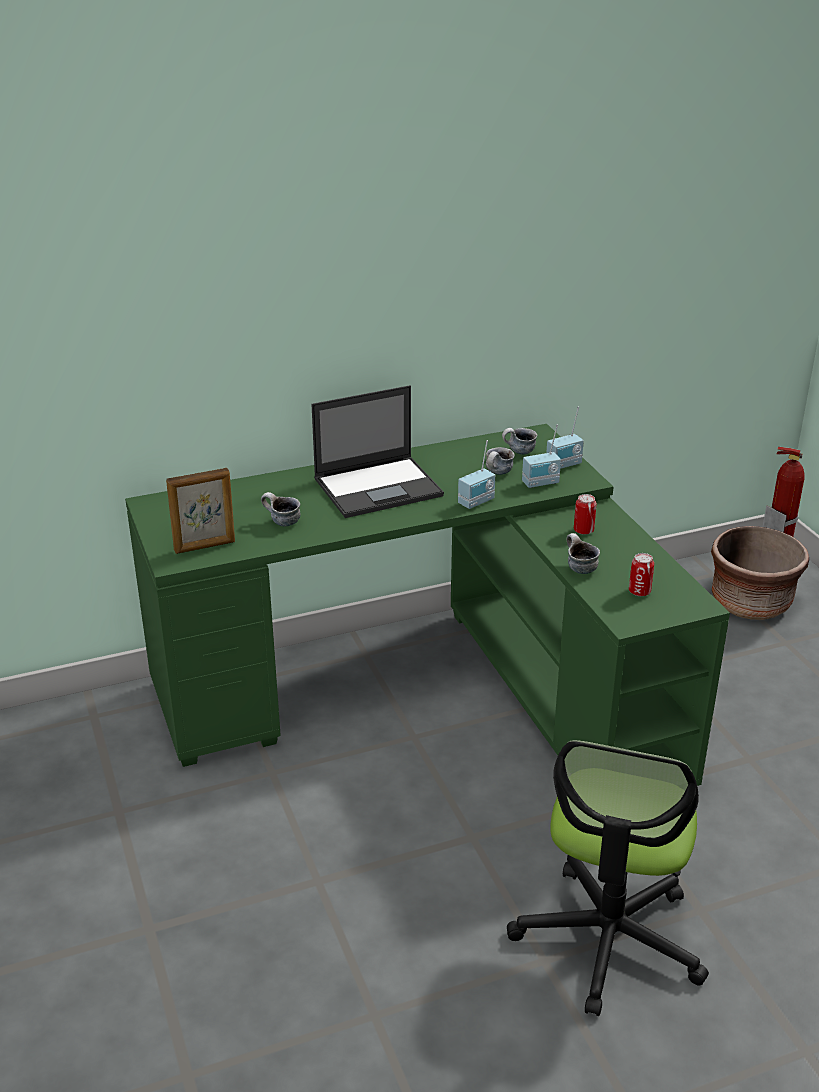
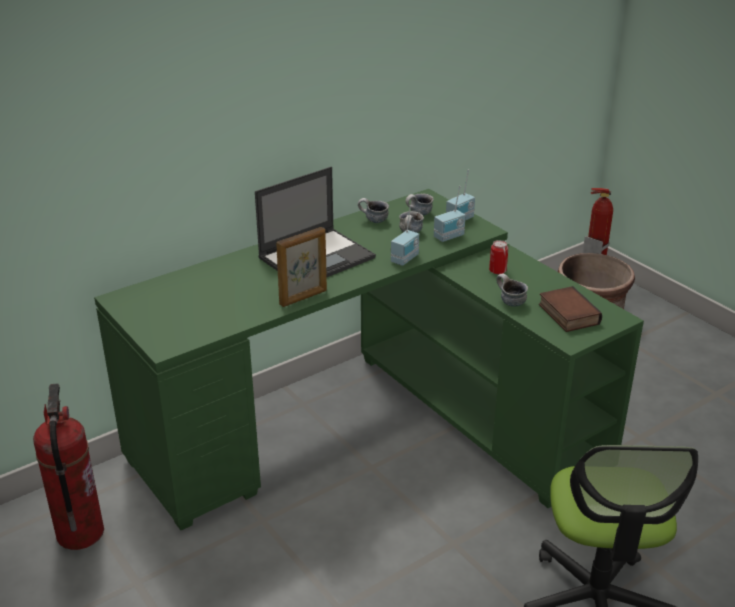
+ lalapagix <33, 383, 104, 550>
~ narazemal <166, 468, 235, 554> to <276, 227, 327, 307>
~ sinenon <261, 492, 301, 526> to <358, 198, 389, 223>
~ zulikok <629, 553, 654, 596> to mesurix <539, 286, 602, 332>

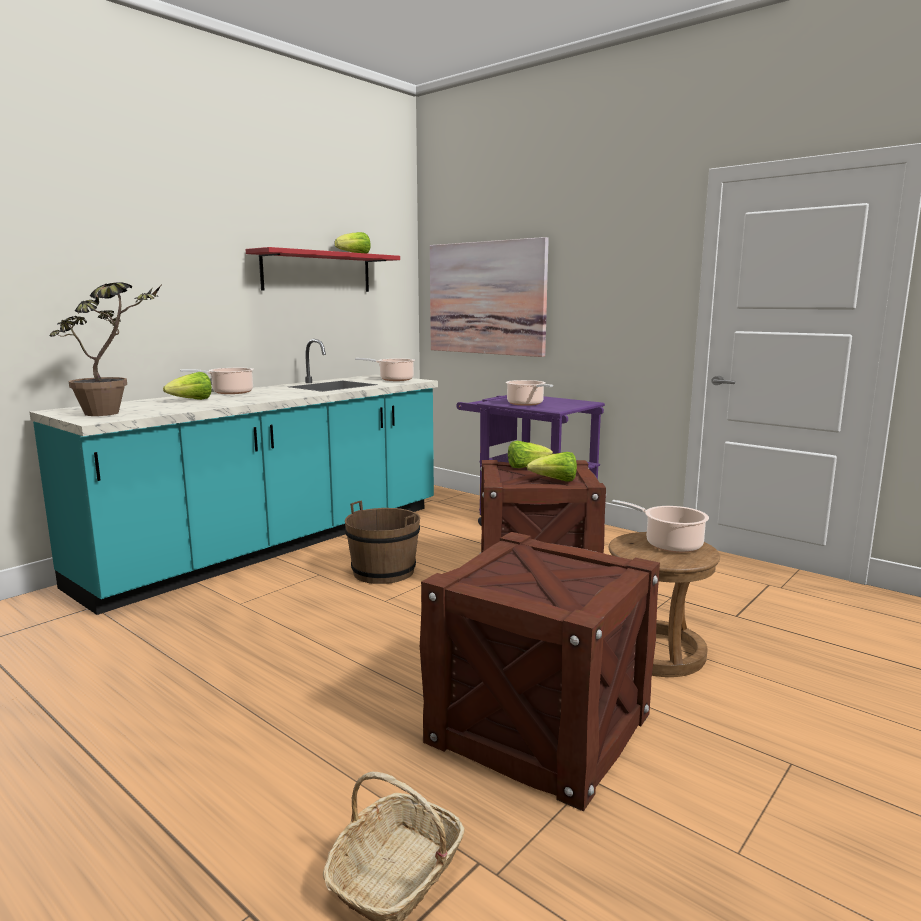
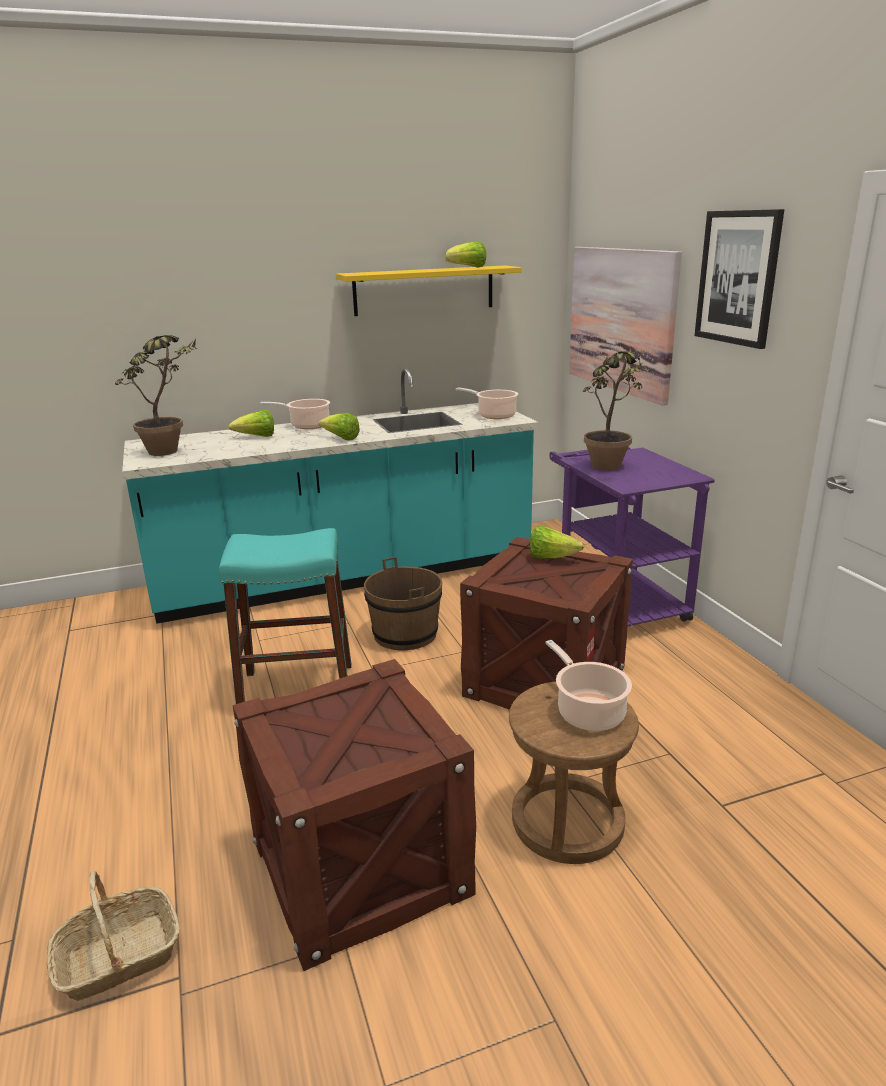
+ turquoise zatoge <219, 528, 351, 704>
+ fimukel <694, 209, 784, 349>
~ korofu <527, 452, 577, 482> to <318, 413, 360, 440>
~ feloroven <505, 380, 553, 406> to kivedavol <582, 351, 645, 471>
~ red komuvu <246, 247, 400, 292> to yellow komuvu <336, 265, 522, 316>

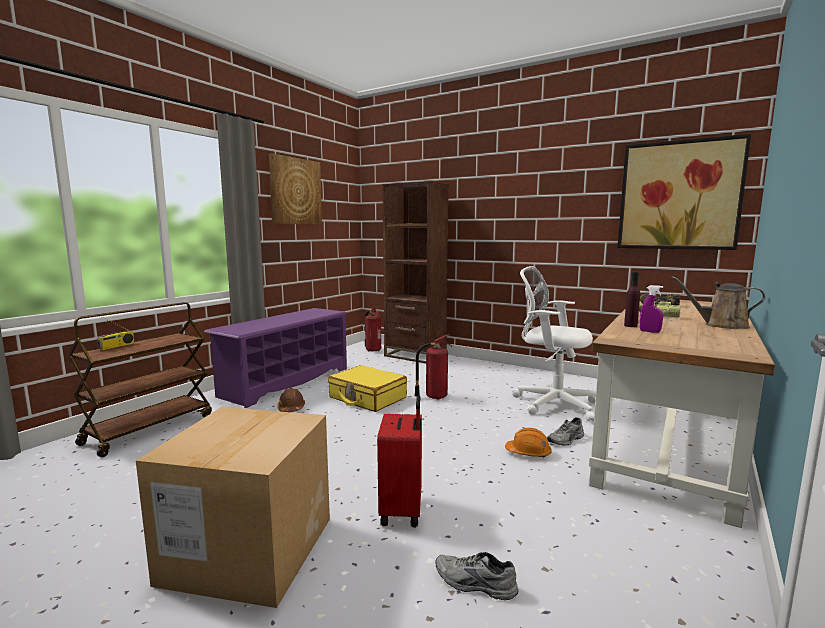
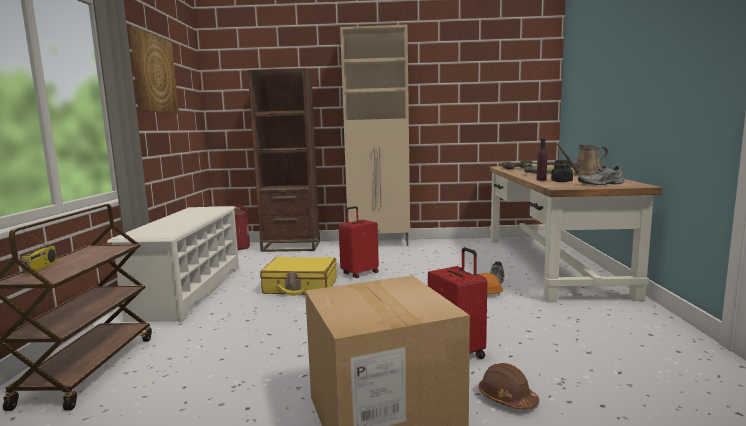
- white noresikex <512, 266, 596, 421>
- fimukel <617, 134, 751, 250>
+ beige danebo <340, 25, 410, 246>
~ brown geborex <277, 388, 305, 412> to <478, 363, 539, 410>
~ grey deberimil <435, 552, 519, 600> to <578, 166, 624, 185>
~ lalapagix <415, 334, 452, 400> to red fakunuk <339, 206, 379, 278>
~ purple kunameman <640, 285, 663, 333> to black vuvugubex <551, 160, 573, 182>
~ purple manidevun <204, 308, 347, 408> to white manidevun <107, 206, 239, 323>

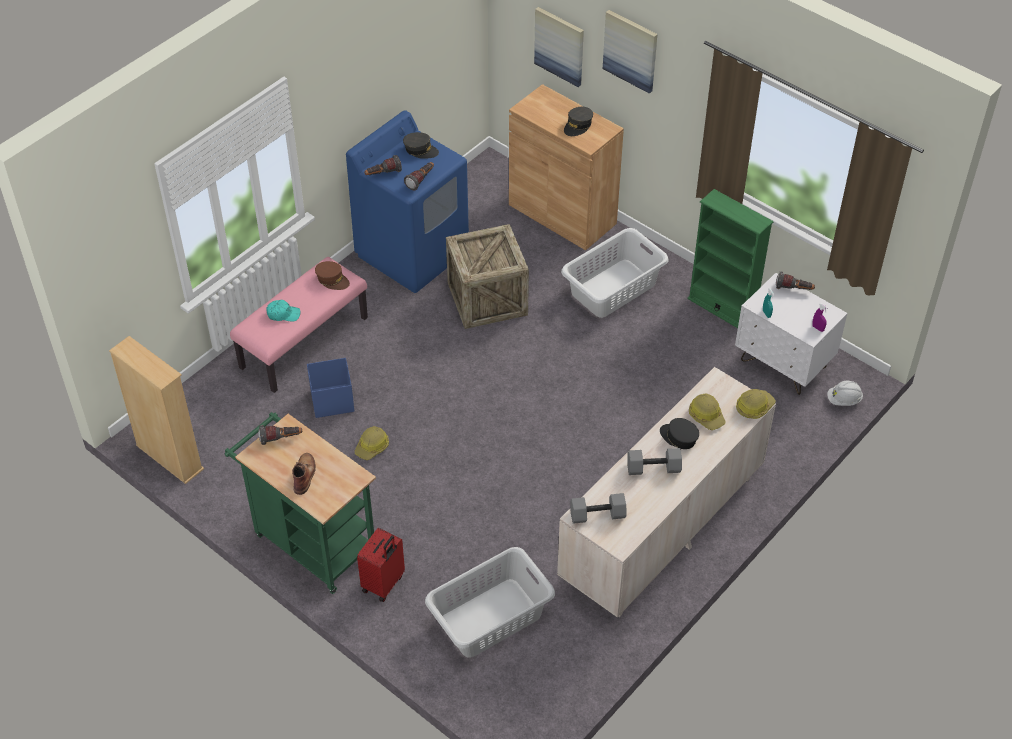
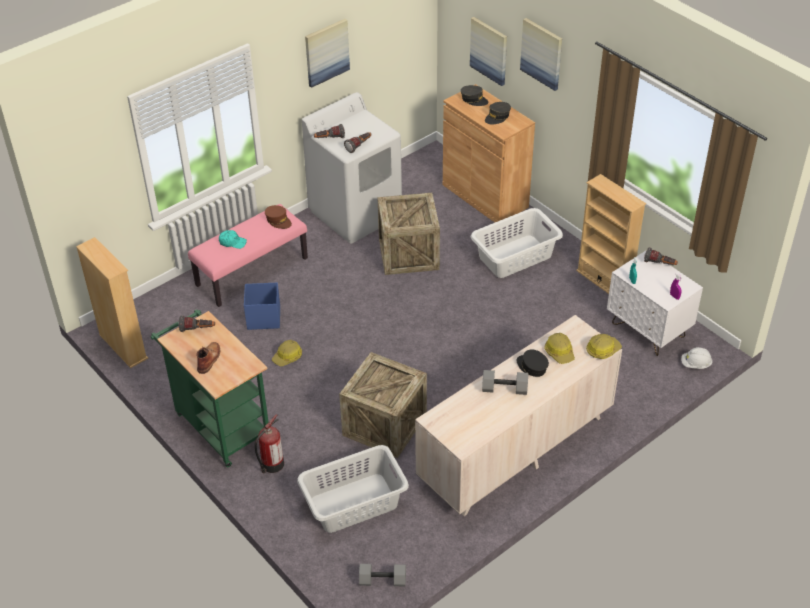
+ fimukel <305, 19, 350, 88>
+ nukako <339, 352, 427, 458>
~ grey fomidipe <403, 132, 439, 159> to <461, 85, 489, 106>
~ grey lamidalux <570, 493, 627, 524> to <359, 564, 406, 587>
~ red fakunuk <357, 528, 405, 602> to lalapagix <255, 414, 284, 474>
~ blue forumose <346, 110, 469, 293> to white forumose <302, 92, 402, 244>
~ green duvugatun <688, 189, 774, 328> to beige duvugatun <576, 174, 646, 294>

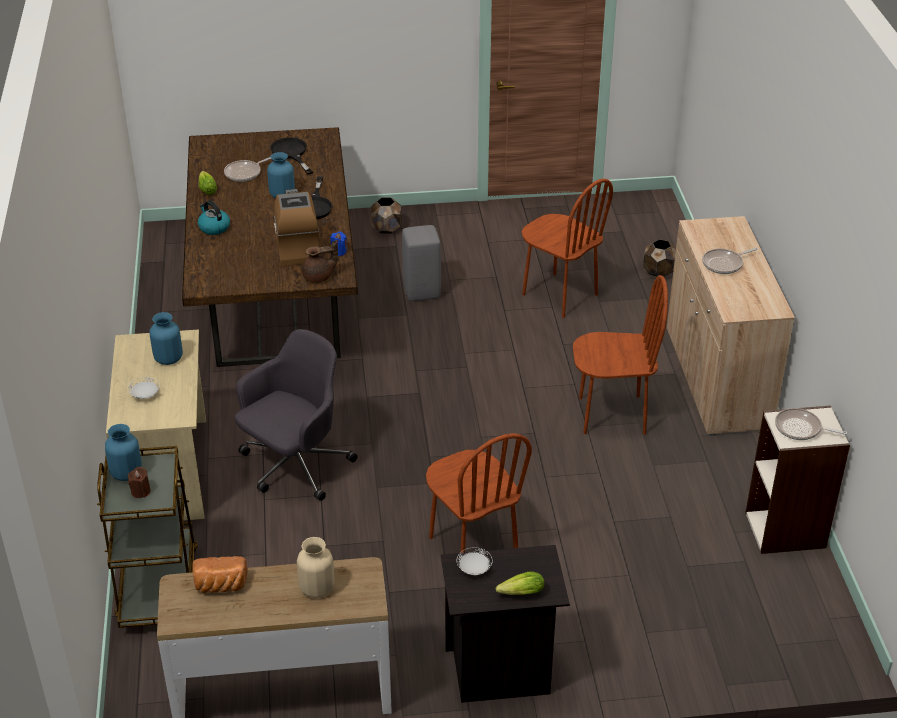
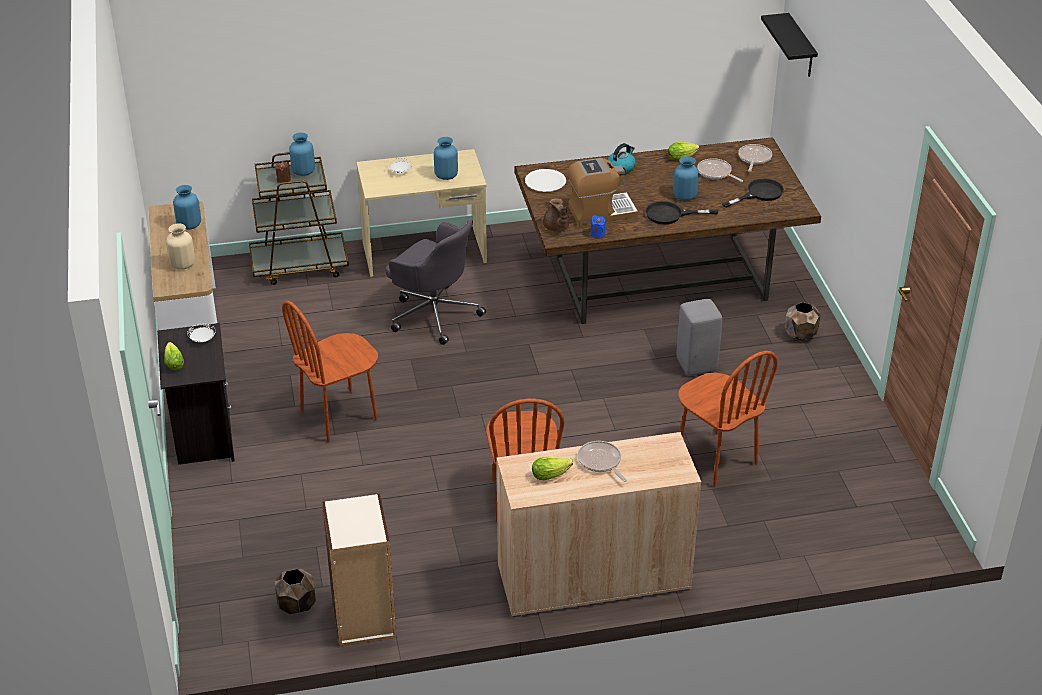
+ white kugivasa <525, 169, 566, 192>
+ korofu <532, 456, 573, 480>
+ black komuvu <761, 13, 818, 77>
~ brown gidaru <643, 239, 676, 277> to <275, 568, 316, 614>
~ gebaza <775, 408, 847, 440> to <738, 144, 772, 172>
~ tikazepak <193, 556, 247, 593> to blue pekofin <173, 185, 201, 230>
~ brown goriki <522, 178, 613, 318> = <679, 351, 778, 487> 75 degrees counterclockwise

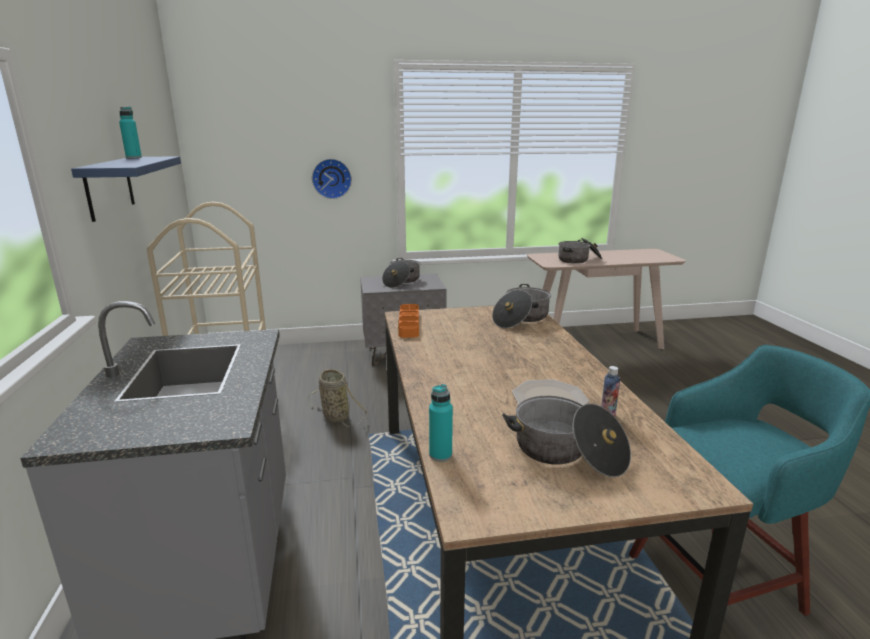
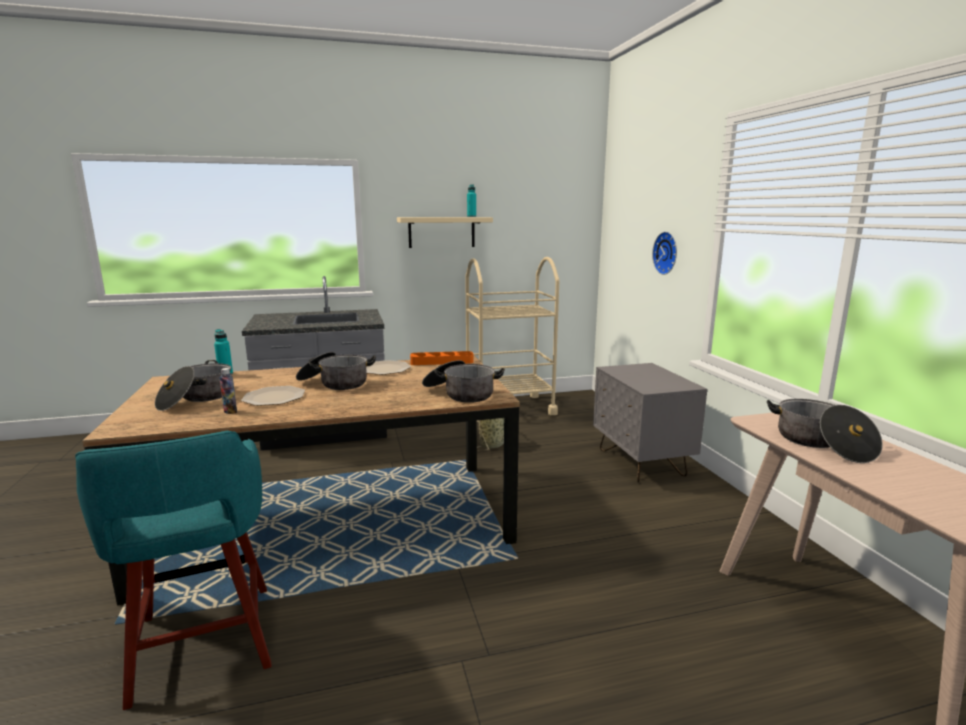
+ kugivasa <366, 360, 411, 375>
~ feloroven <382, 258, 420, 288> to <296, 352, 376, 390>
~ blue komuvu <71, 156, 181, 222> to beige komuvu <397, 217, 493, 248>

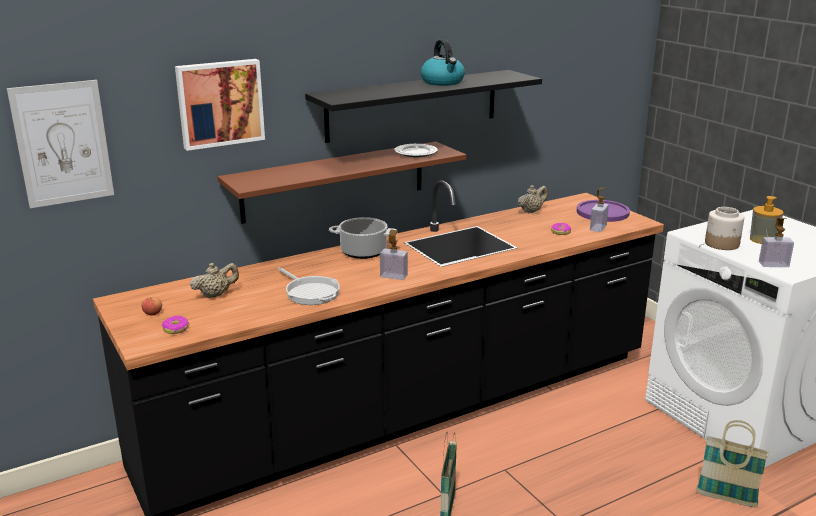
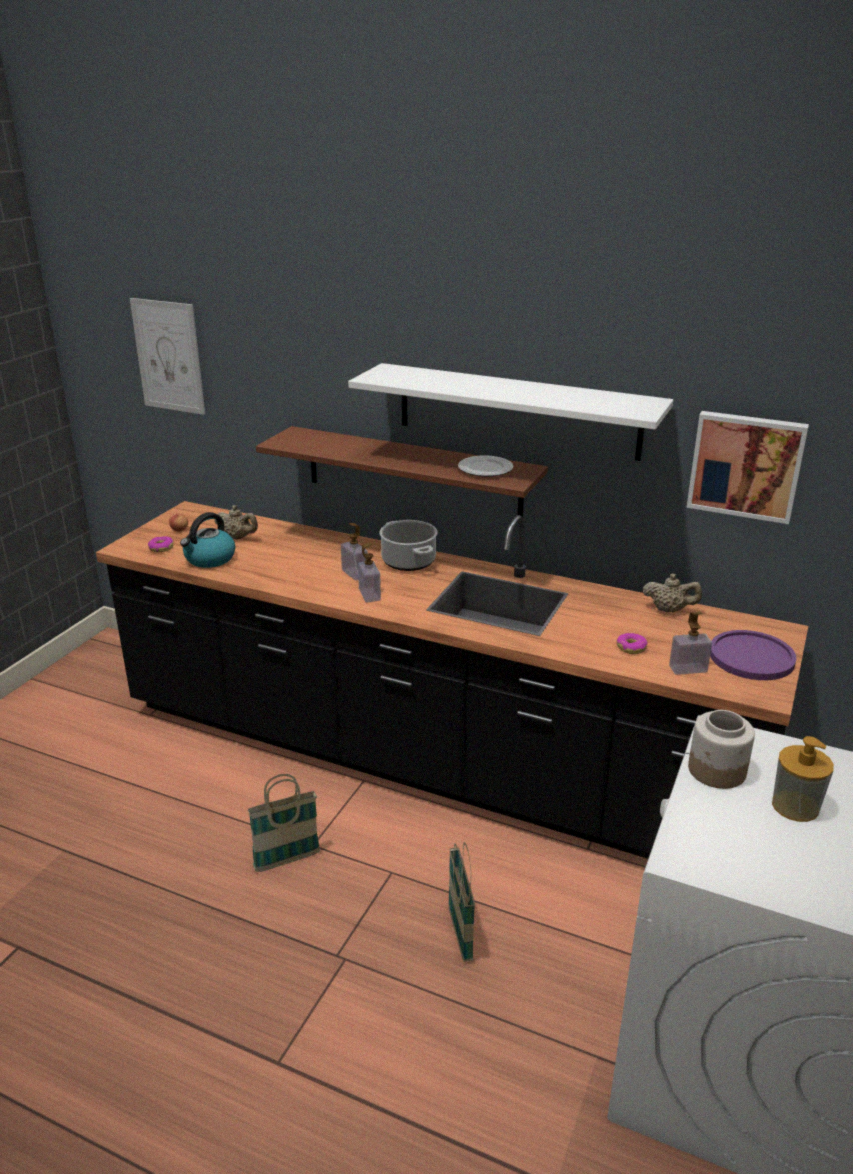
- gebaza <277, 267, 340, 305>
~ fimukel <175, 59, 265, 151> to <686, 411, 809, 524>
~ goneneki <421, 39, 465, 86> to <180, 512, 235, 568>
~ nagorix <696, 420, 769, 507> to <448, 842, 475, 962>
~ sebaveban <759, 218, 794, 267> to <341, 523, 368, 581>
~ black komuvu <305, 70, 542, 143> to white komuvu <348, 363, 674, 461>

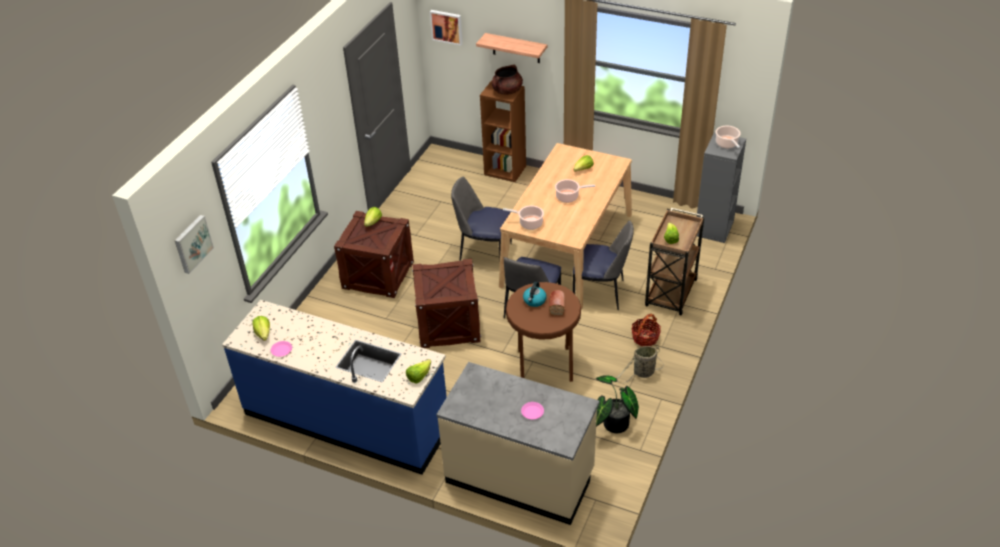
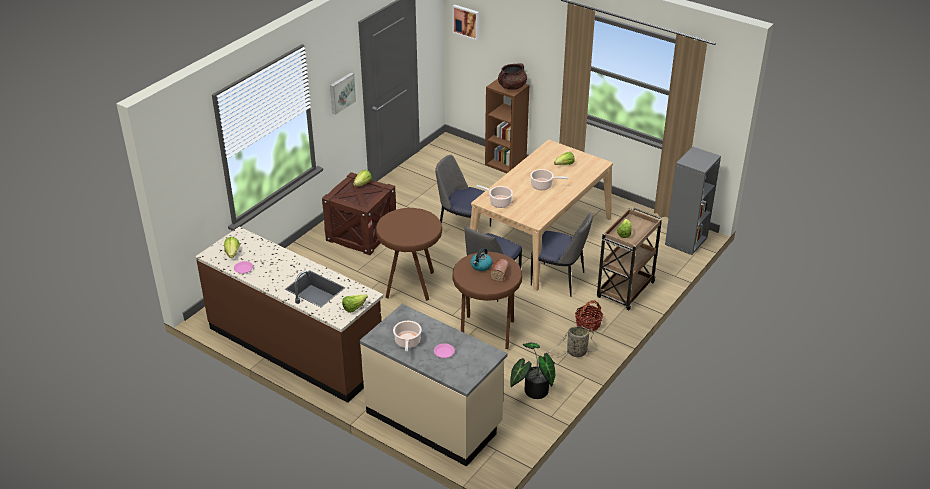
- komuvu <476, 33, 547, 63>
~ fimukel <174, 215, 214, 274> to <330, 73, 356, 115>
~ feloroven <716, 126, 741, 148> to <393, 321, 422, 352>
~ nukako <412, 259, 481, 348> to brown zatoge <376, 208, 442, 301>
~ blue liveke <222, 300, 447, 475> to brown liveke <195, 227, 383, 403>

